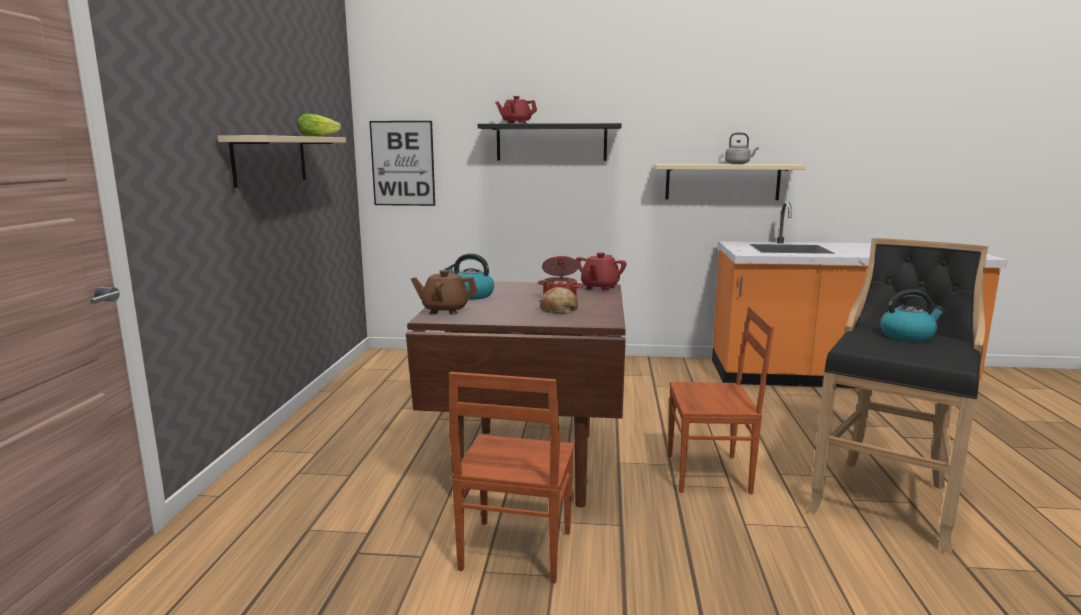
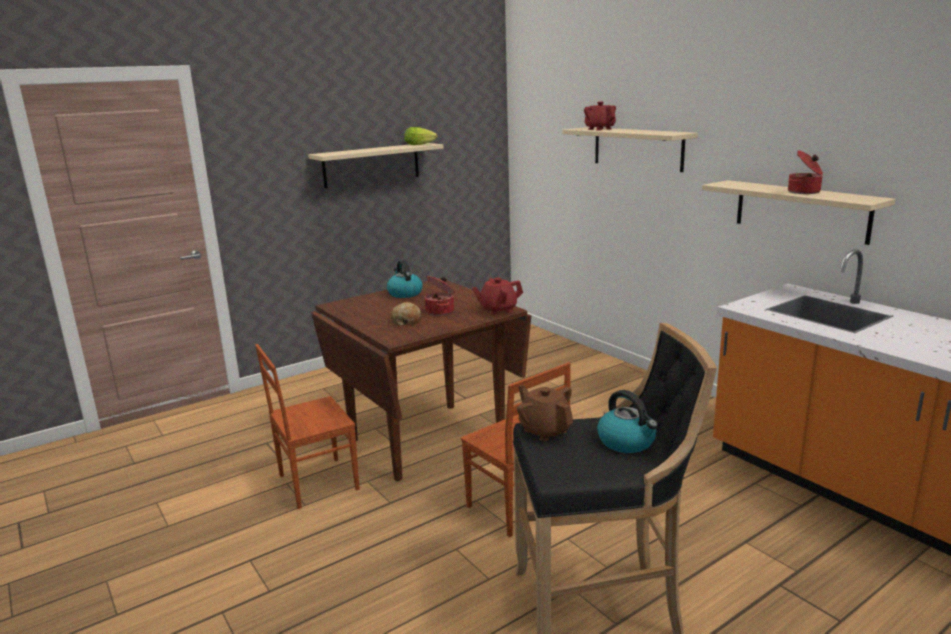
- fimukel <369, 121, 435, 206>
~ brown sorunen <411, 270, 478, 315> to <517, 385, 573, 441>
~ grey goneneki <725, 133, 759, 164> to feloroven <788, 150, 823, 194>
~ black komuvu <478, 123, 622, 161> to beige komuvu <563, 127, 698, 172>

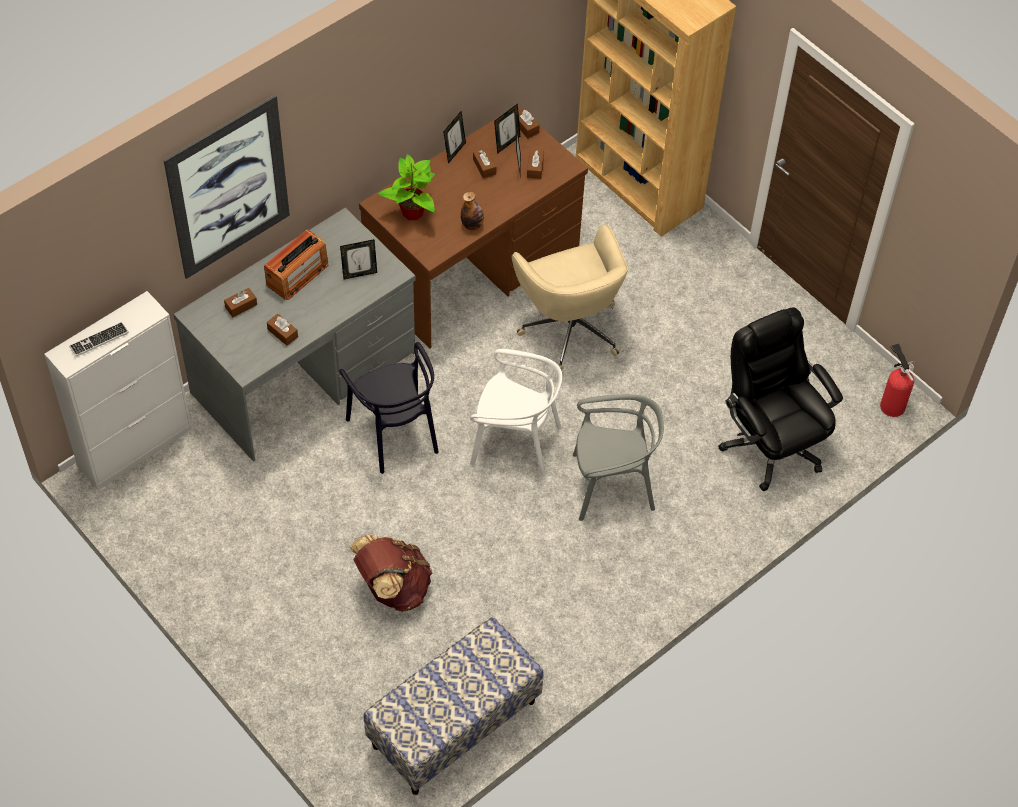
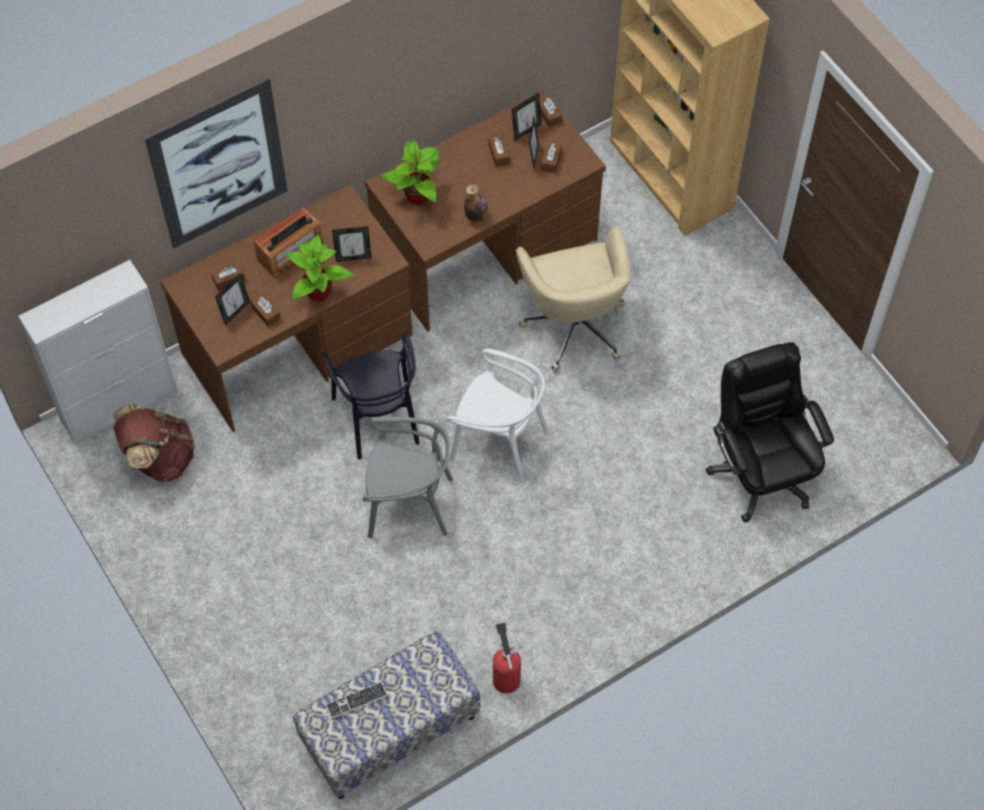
+ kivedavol <286, 235, 354, 302>
~ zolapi <69, 322, 129, 356> to <325, 682, 387, 719>
~ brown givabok <350, 534, 432, 612> to <113, 404, 195, 482>
~ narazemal <443, 111, 466, 164> to <215, 273, 250, 326>
~ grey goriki <573, 394, 664, 521> to <362, 417, 453, 538>
~ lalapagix <880, 343, 916, 417> to <493, 623, 521, 693>
~ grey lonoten <173, 208, 416, 462> to brown lonoten <160, 184, 413, 432>

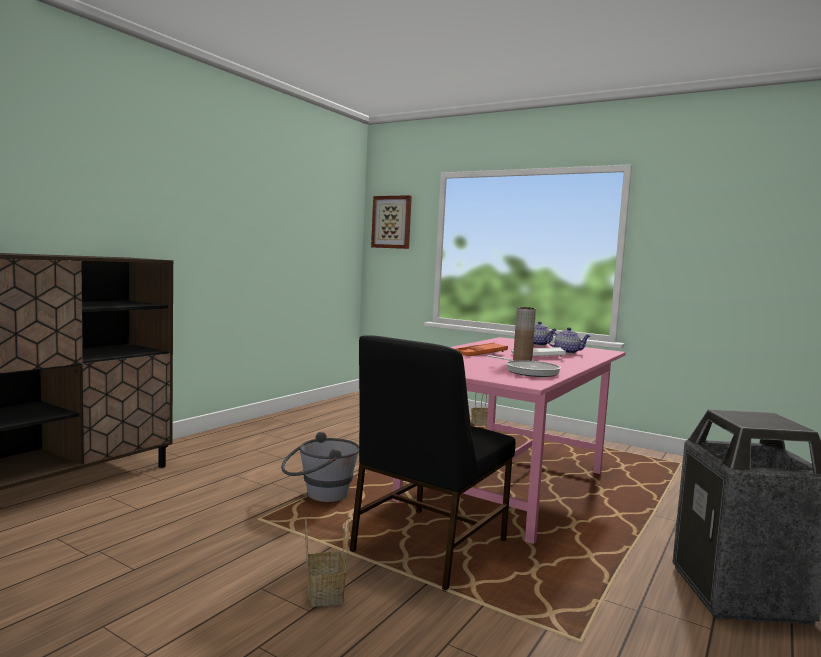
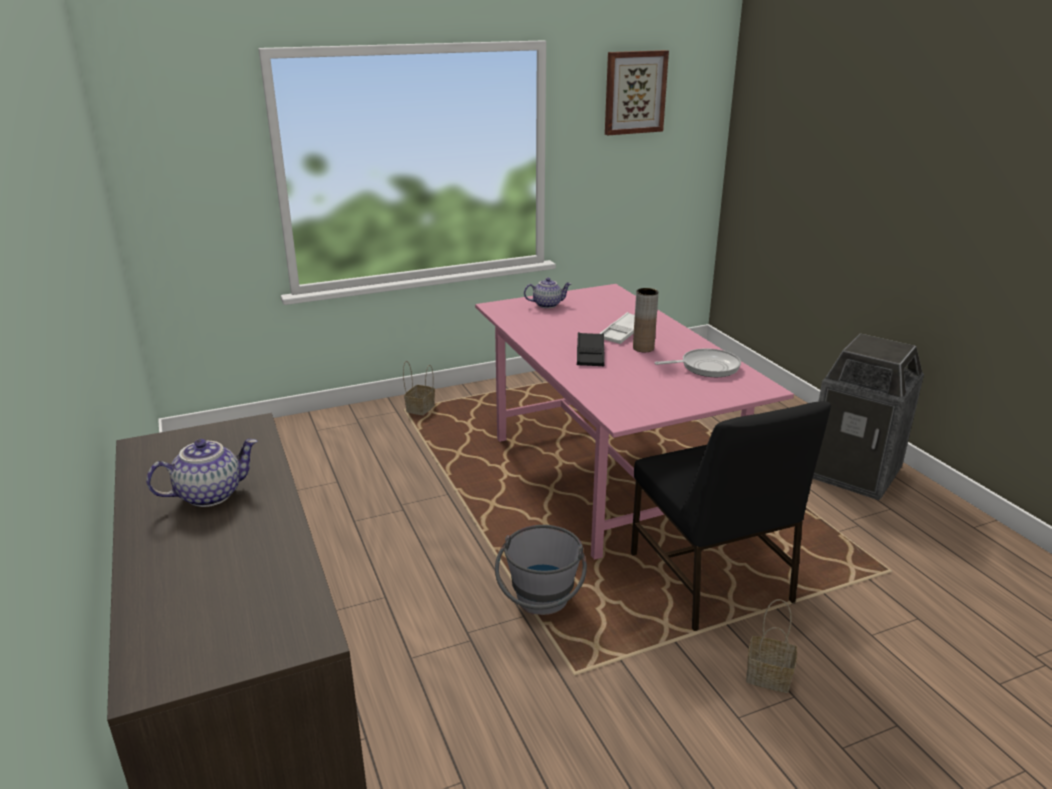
~ fimukel <371, 195, 412, 249> to <605, 50, 669, 135>
~ sorunen <546, 327, 590, 354> to <146, 439, 257, 507>
~ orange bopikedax <455, 342, 508, 356> to black bopikedax <577, 332, 605, 366>

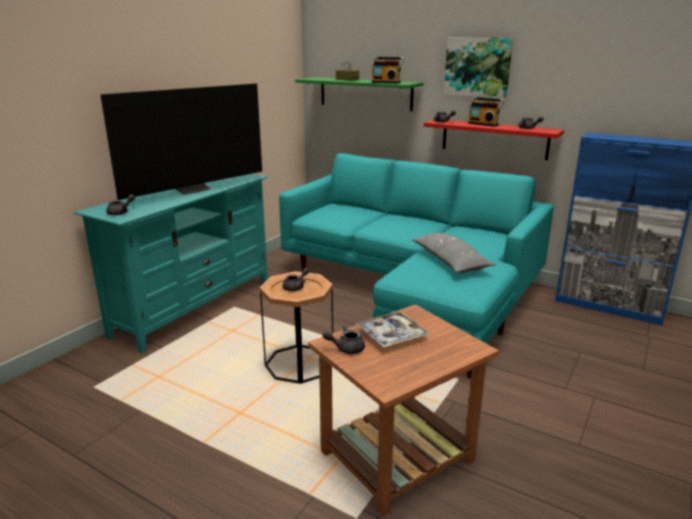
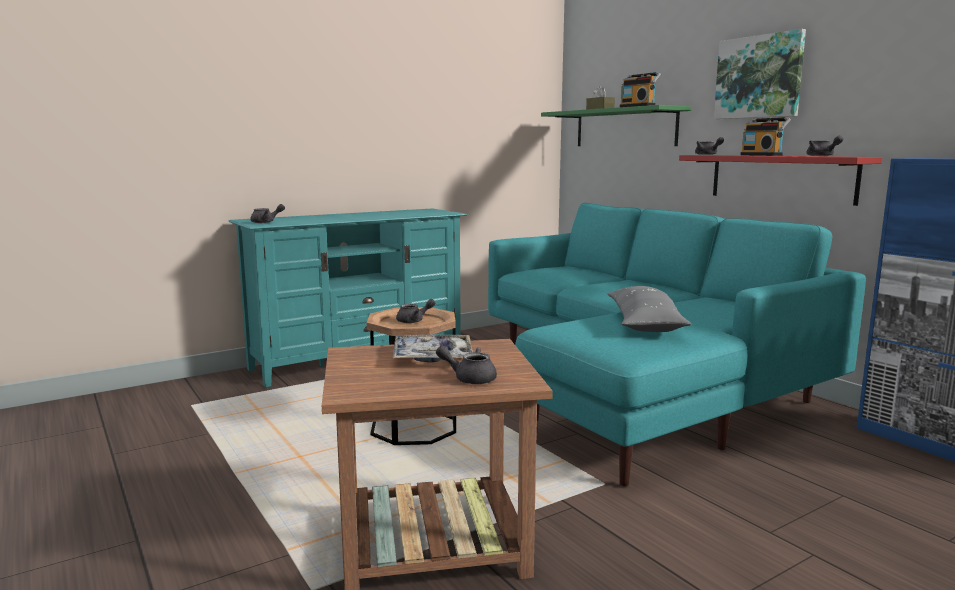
- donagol <100, 83, 262, 200>
~ grey sorunen <322, 325, 365, 354> to <436, 346, 497, 384>

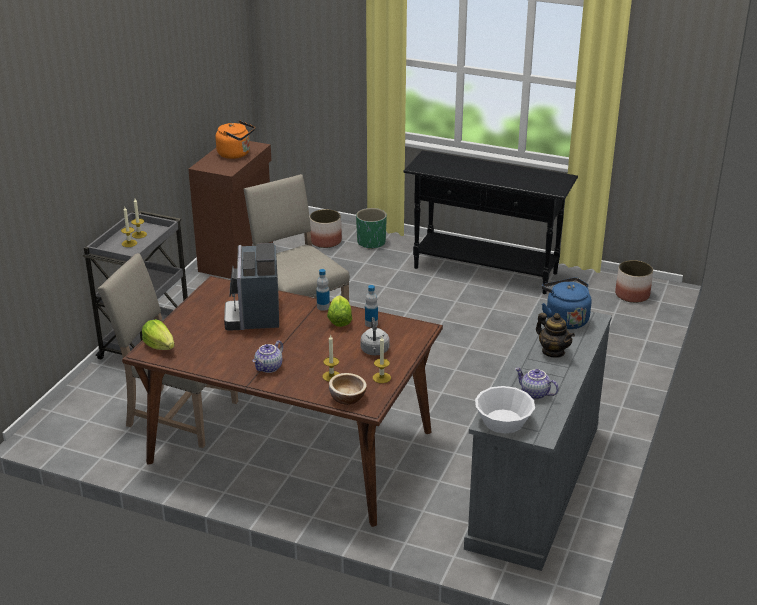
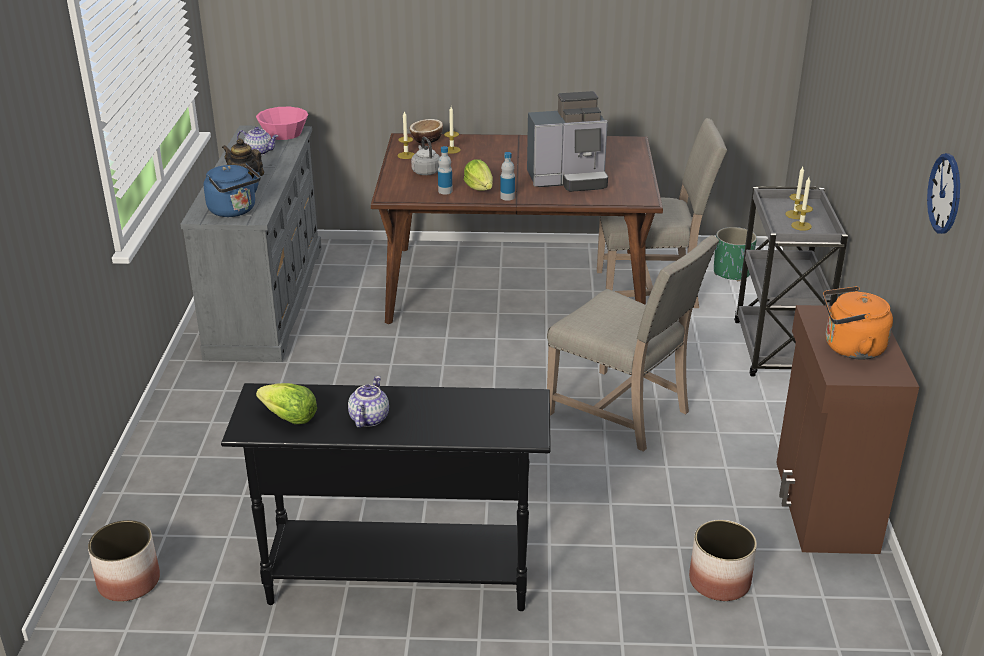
+ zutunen <927, 153, 960, 234>
~ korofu <142, 319, 175, 350> to <256, 383, 317, 424>
~ sorunen <252, 340, 283, 373> to <348, 376, 389, 428>
~ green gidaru <356, 208, 387, 250> to <714, 227, 757, 281>
~ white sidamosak <475, 386, 535, 433> to pink sidamosak <256, 106, 308, 140>
~ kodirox <224, 243, 279, 331> = <527, 91, 608, 192> 105 degrees clockwise

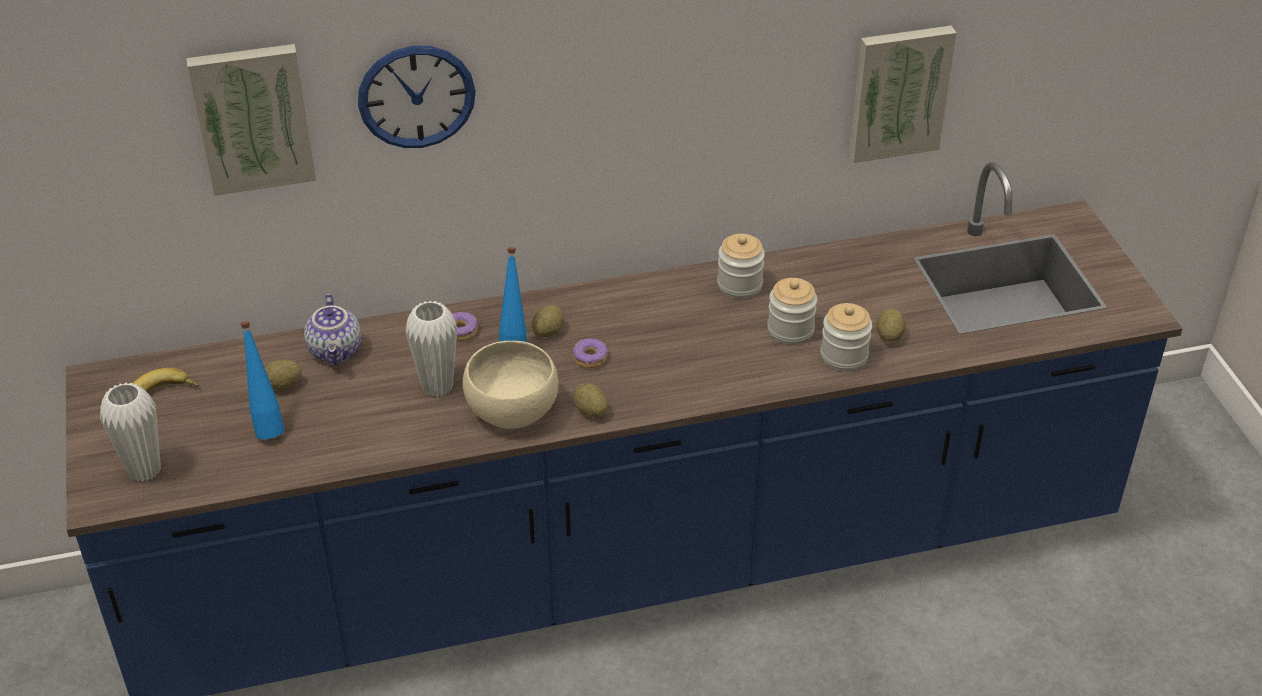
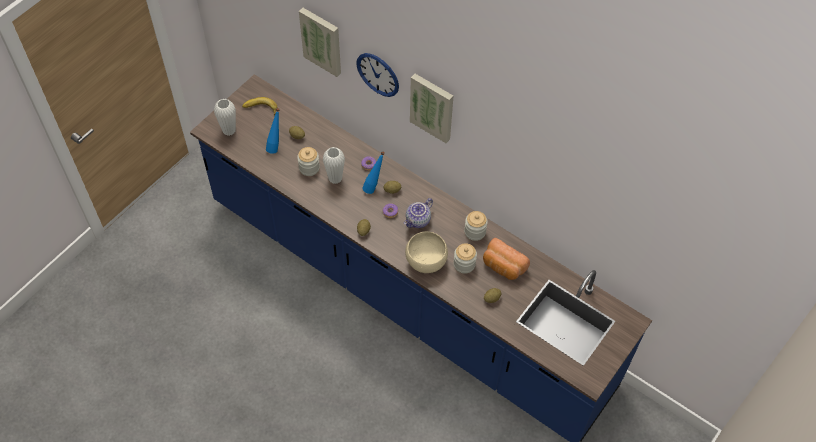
+ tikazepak <483, 238, 530, 280>
~ sorunen <304, 293, 361, 365> to <404, 198, 433, 228>
~ beige sidamosak <463, 341, 559, 429> to <405, 231, 448, 273>
~ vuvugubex <821, 303, 872, 371> to <297, 147, 320, 176>
~ fimukel <849, 26, 957, 163> to <410, 74, 453, 143>

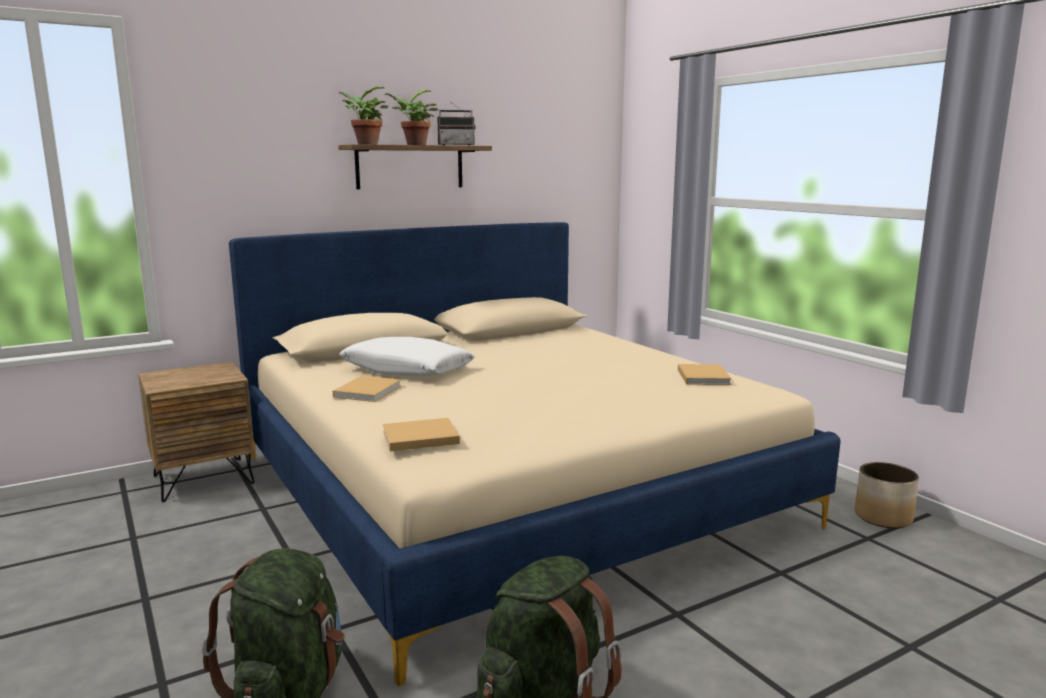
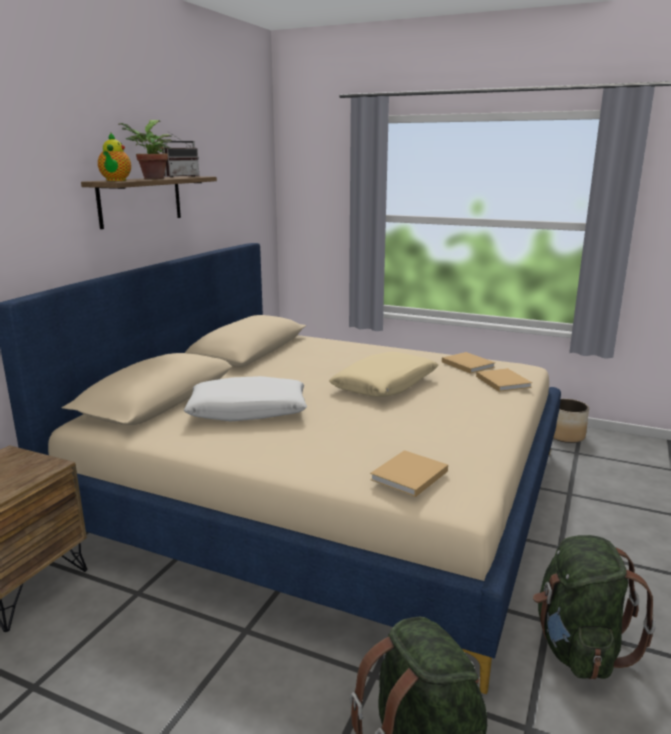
+ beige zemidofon <329, 352, 438, 397>
~ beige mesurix <333, 376, 401, 402> to <476, 368, 532, 392>
~ kivedavol <339, 87, 388, 145> to sorunen <98, 132, 131, 181>

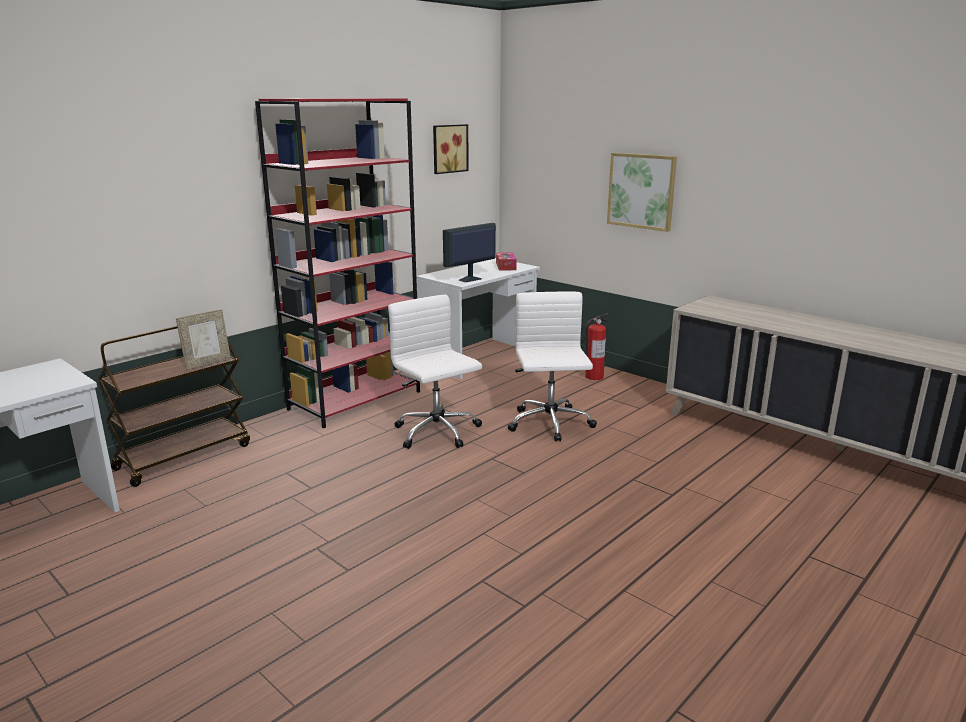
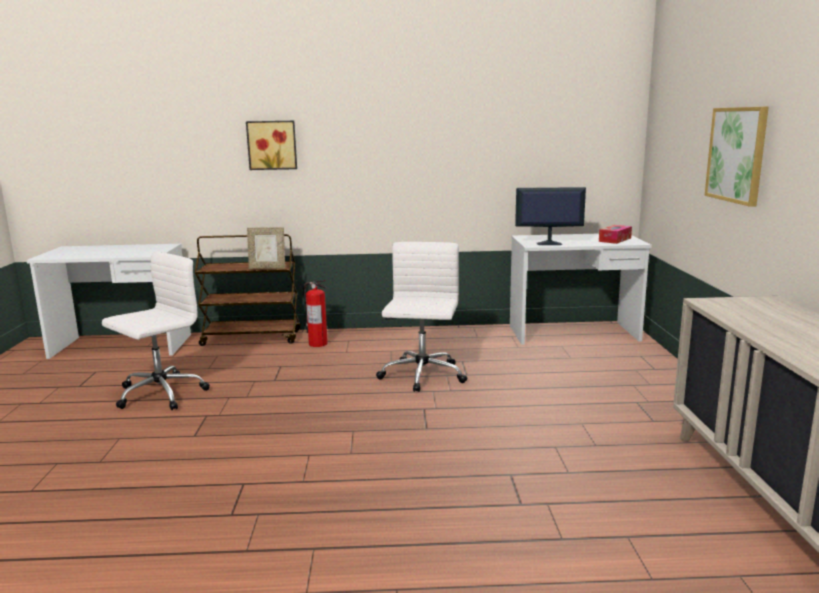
- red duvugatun <255, 98, 420, 428>
~ fimukel <433, 124, 469, 174> to <246, 121, 297, 170>
~ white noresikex <508, 292, 597, 442> to <102, 252, 210, 410>
~ lalapagix <585, 313, 609, 380> to <303, 280, 328, 347>

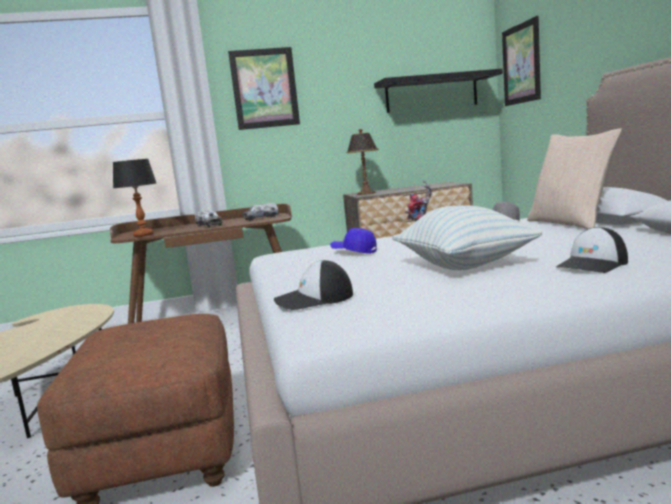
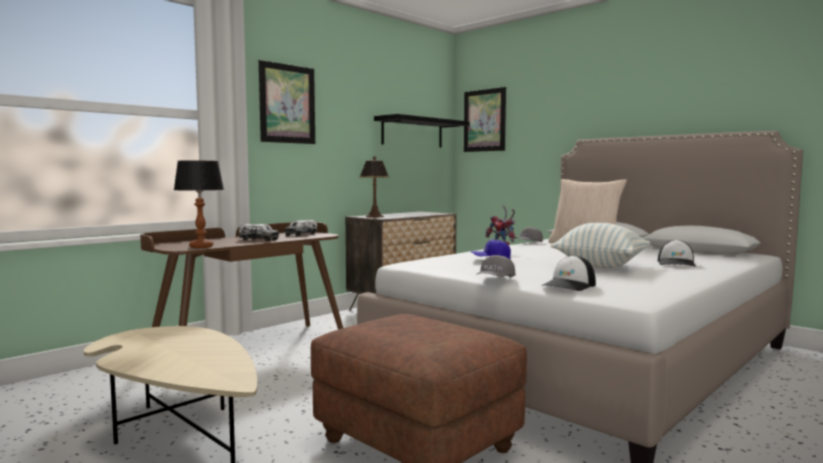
+ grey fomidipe <476, 255, 516, 277>

